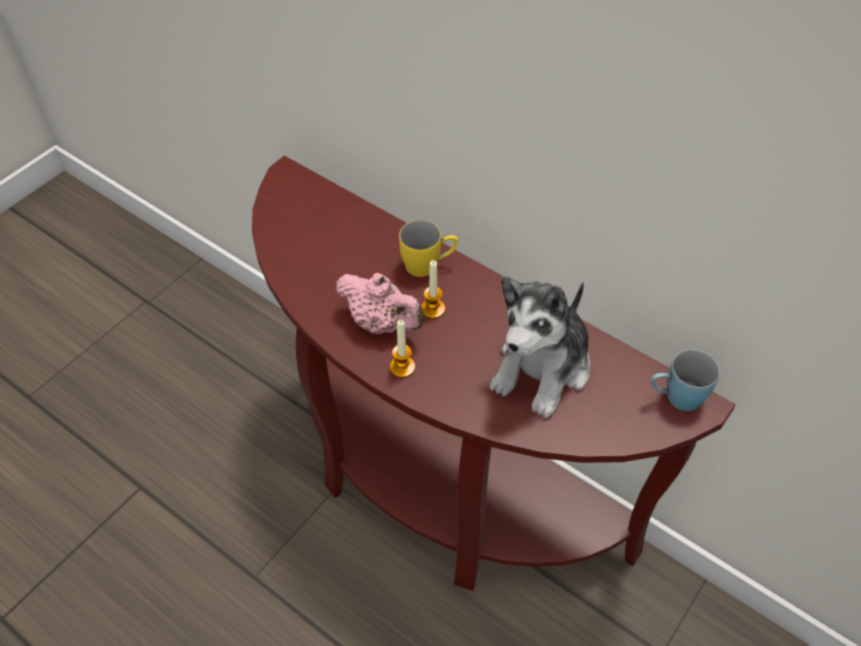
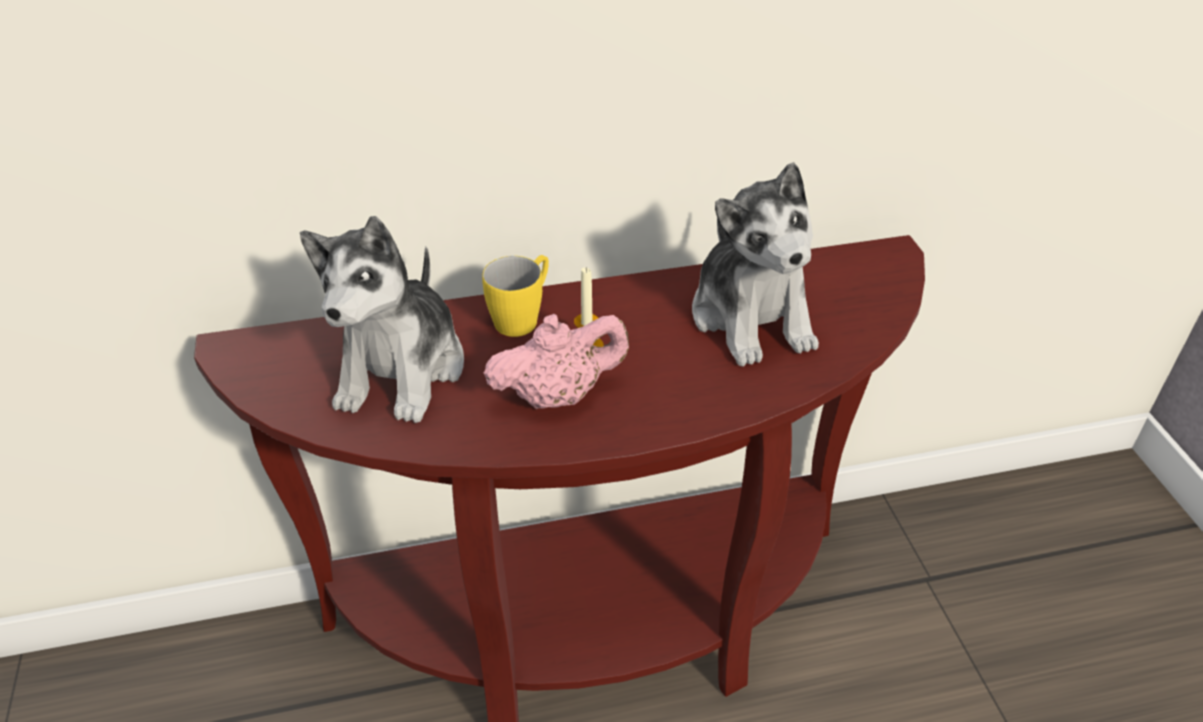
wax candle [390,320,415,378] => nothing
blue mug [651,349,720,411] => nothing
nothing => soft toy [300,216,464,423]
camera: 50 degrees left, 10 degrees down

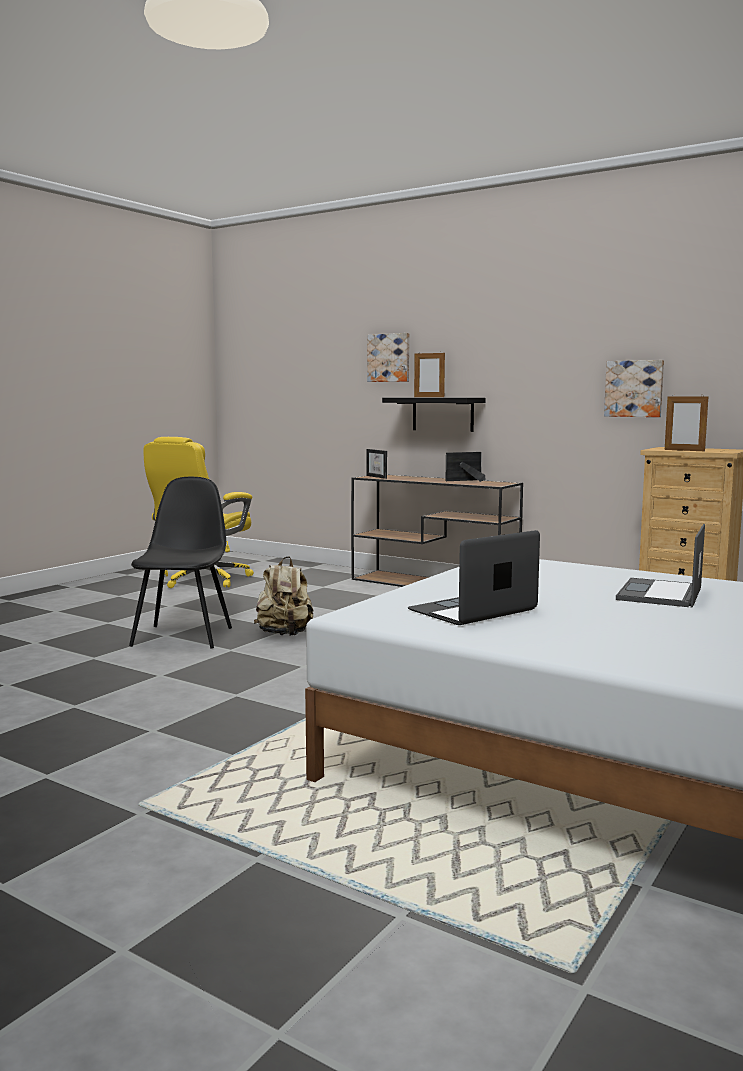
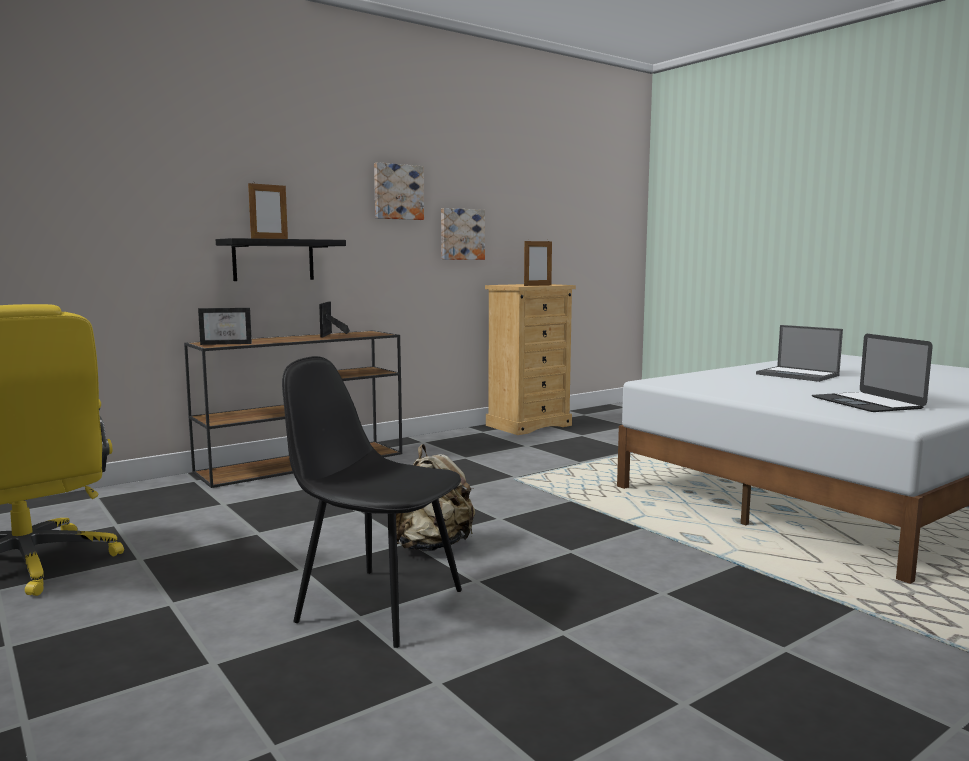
wall art [367,333,410,382] => wall art [374,162,424,220], relocated
camera: 70 degrees left, 0 degrees up

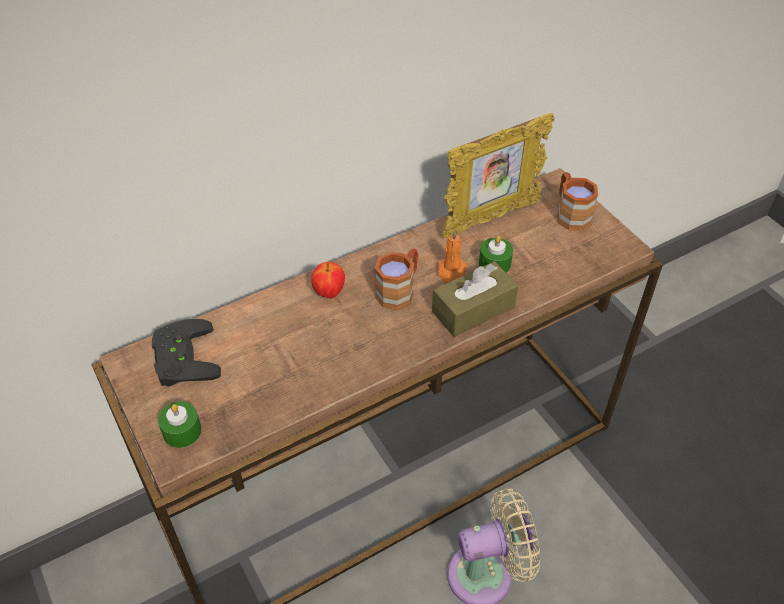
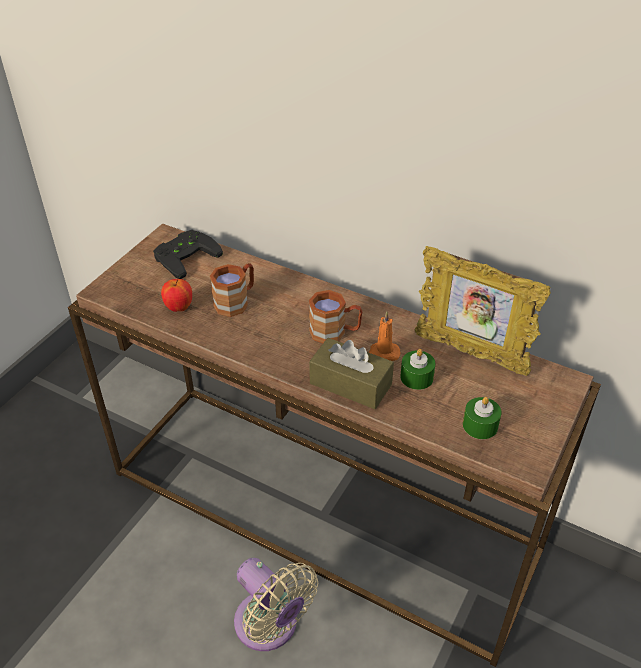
green-coloured wax candle [158,401,201,448] => green-coloured wax candle [463,397,502,439], relocated
apple fruit [311,262,345,299] => apple fruit [161,279,192,312], relocated
brownish mug [557,172,598,231] => brownish mug [210,263,254,317], relocated
camera: 60 degrees right, 5 degrees down

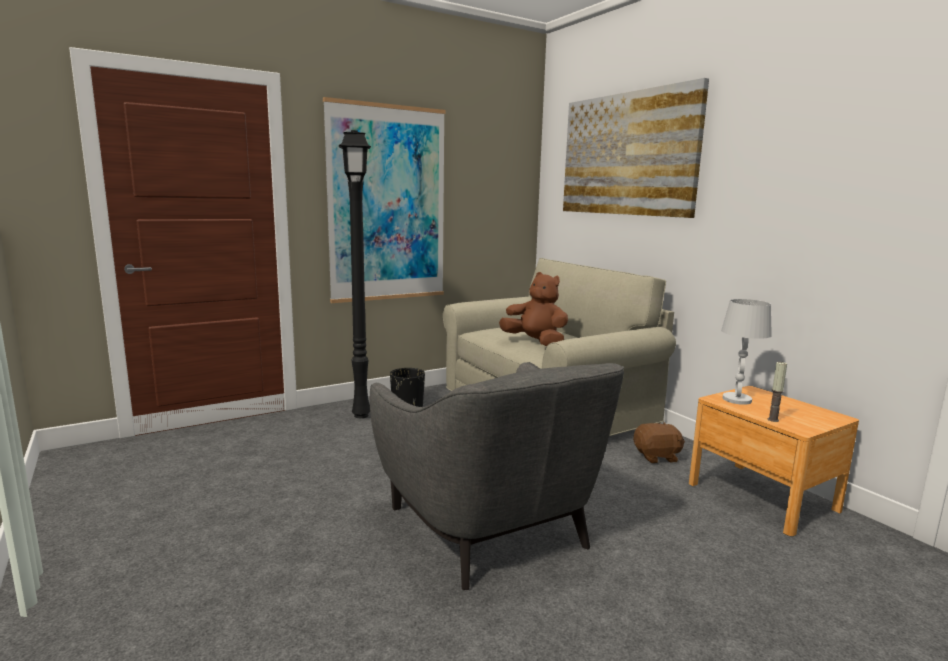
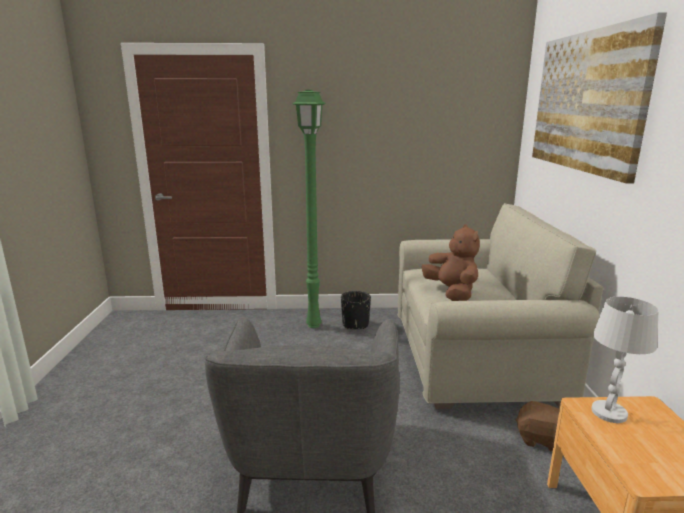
wall art [323,97,446,303] => nothing
black standing lamp [339,130,371,418] => green-coloured standing lamp [292,90,326,328]
wax candle [768,361,787,422] => nothing
camera: 30 degrees right, 5 degrees up

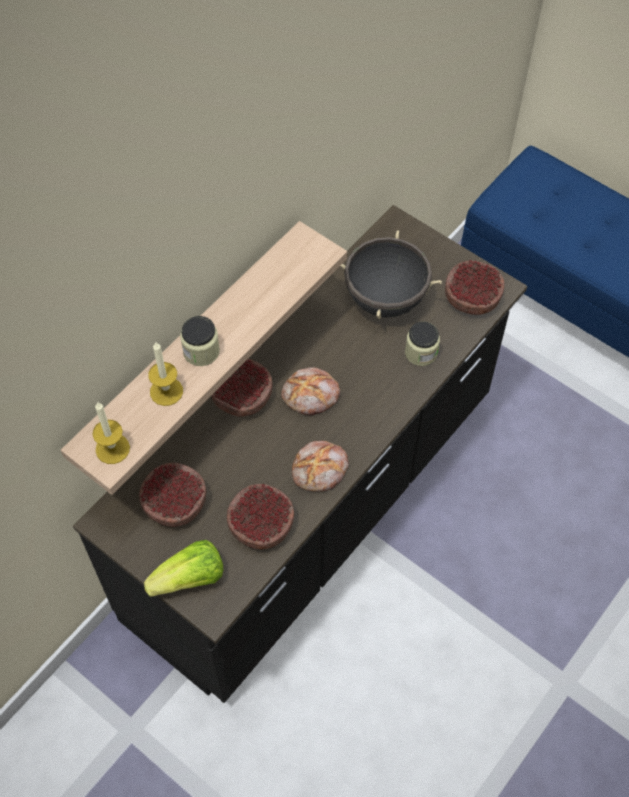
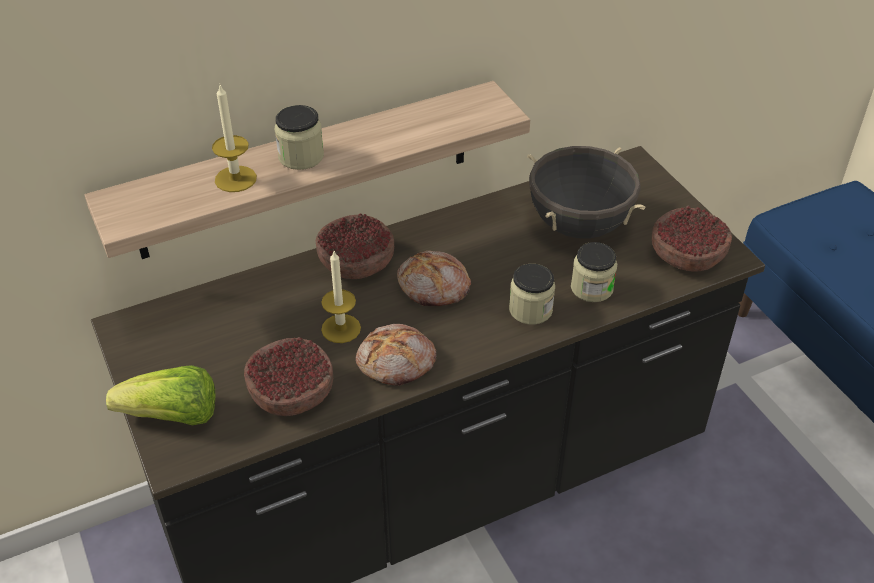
wax candle [92,402,130,464] => wax candle [321,251,361,343], relocated
serving bowl [139,463,206,527] => nothing
nothing => preserve jar [509,264,555,325]
camera: 25 degrees right, 15 degrees down

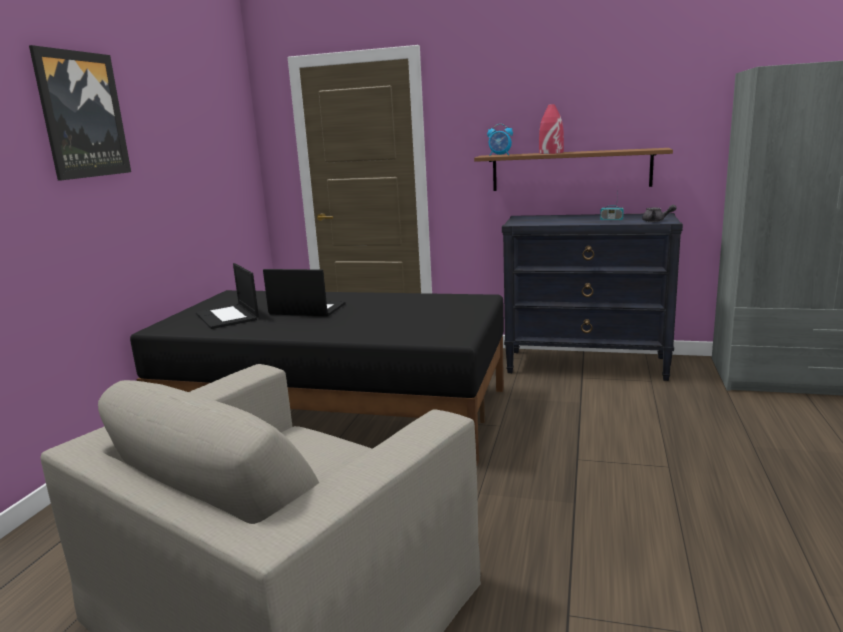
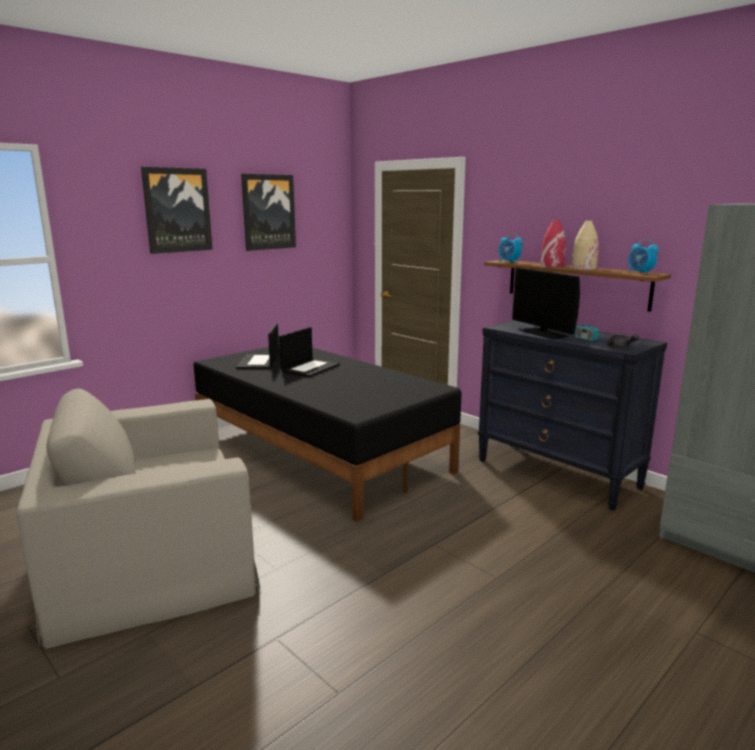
notebook computer [263,269,346,316] => notebook computer [279,327,339,377], 75 degrees clockwise
nothing => wall art [241,174,296,251]
nothing => computer display [512,268,580,339]
nothing => sand-coloured decorative vase [572,220,599,270]
nothing => alarm clock [628,239,659,274]
camera: 30 degrees right, 0 degrees up

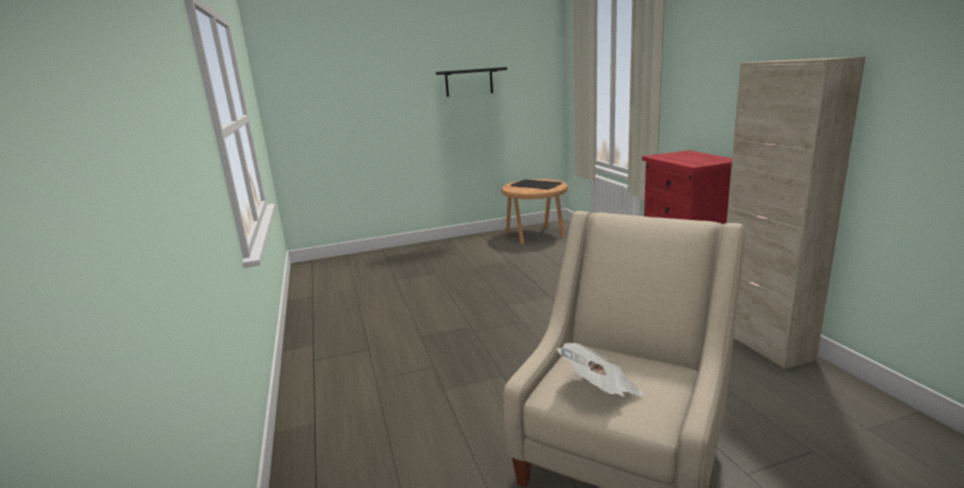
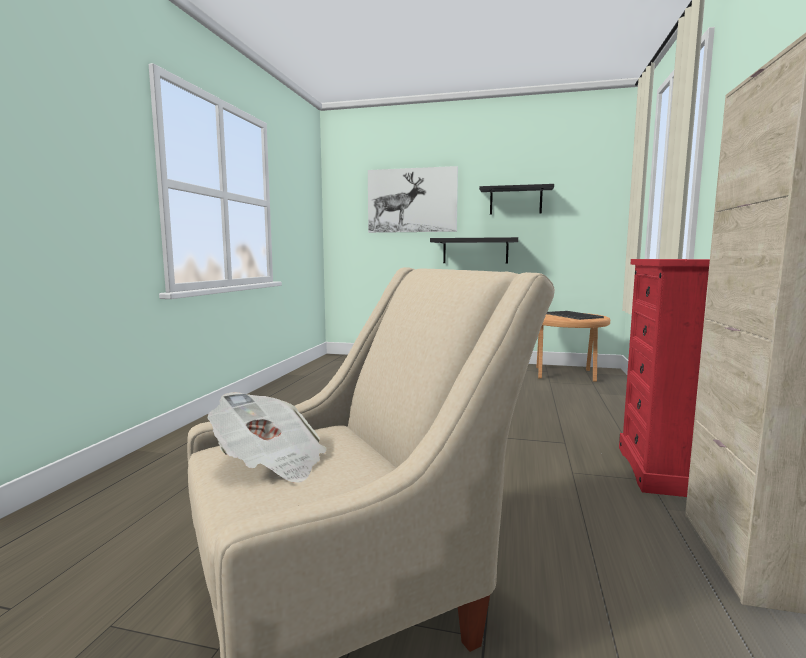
nothing => wall art [368,166,458,233]
nothing => black bracket shelf [430,237,518,264]
camera: 30 degrees right, 10 degrees down

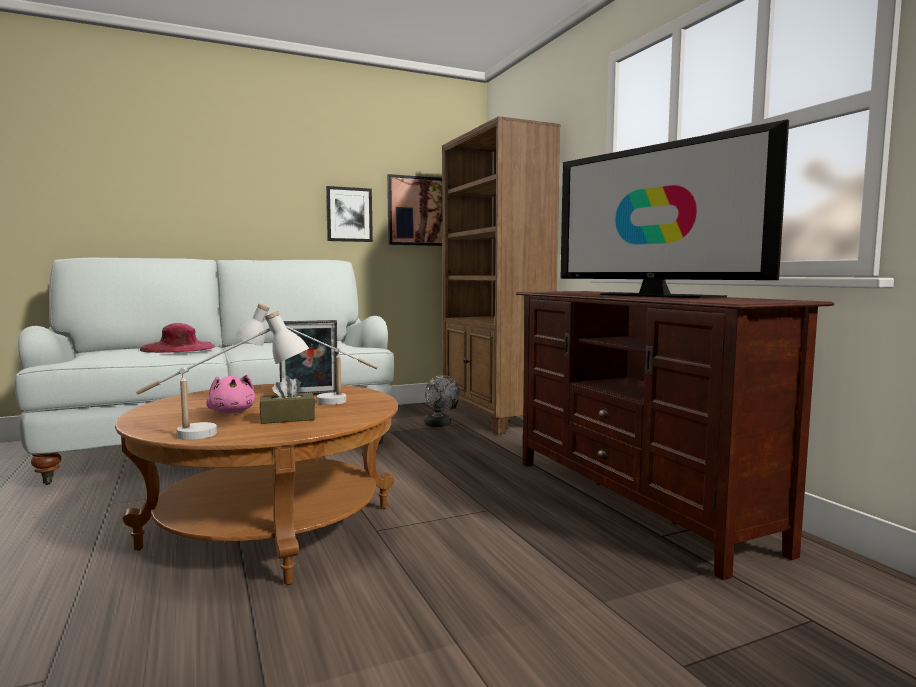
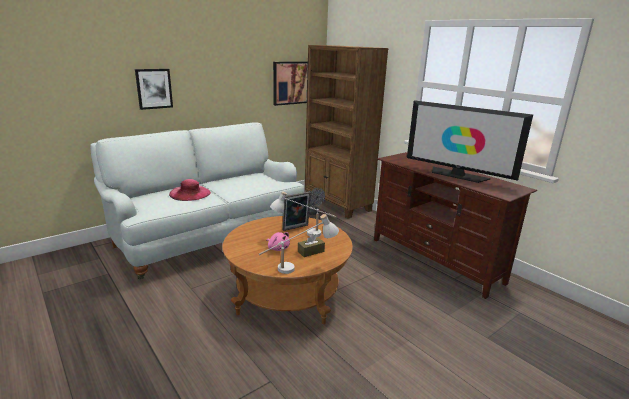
wall art [326,186,373,242] => wall art [135,69,173,110], relocated
camera: 15 degrees left, 15 degrees up

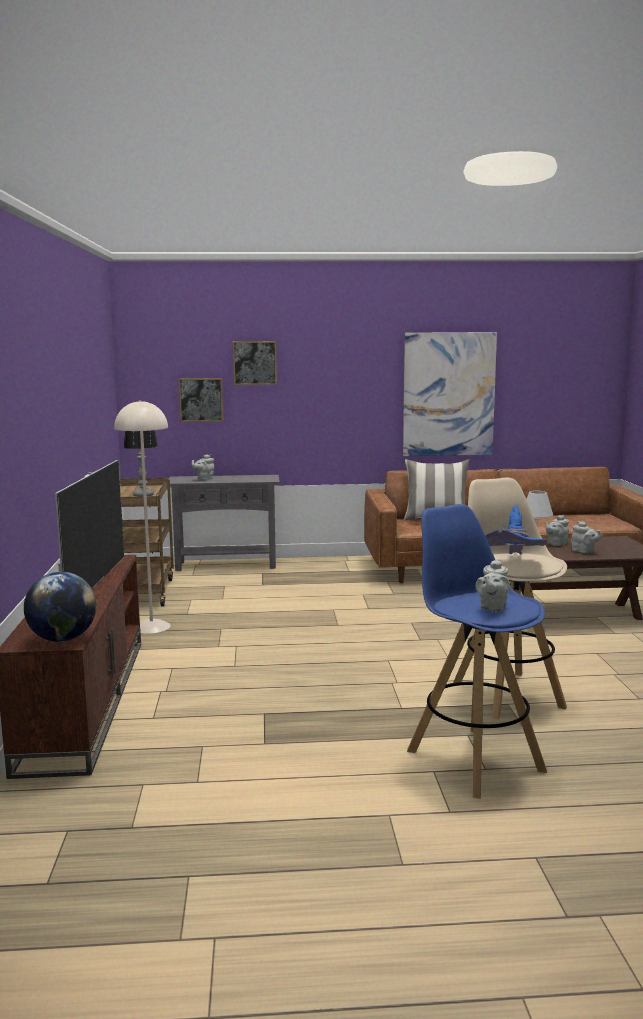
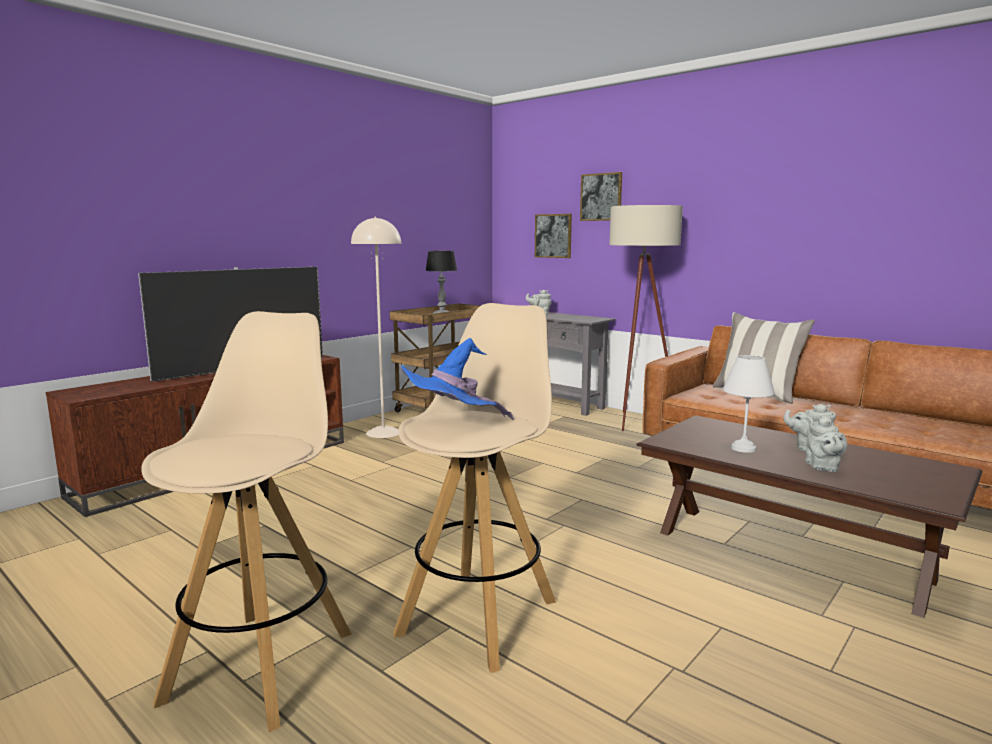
world globe [24,572,96,642] => nothing
wall art [403,332,497,456] => nothing
blue sitting stool [407,504,547,799] => sand-coloured sitting stool [141,311,352,732]
gray teapot [476,559,510,612] => nothing
nothing => sand-coloured standing lamp [609,205,683,431]
camera: 45 degrees right, 0 degrees up

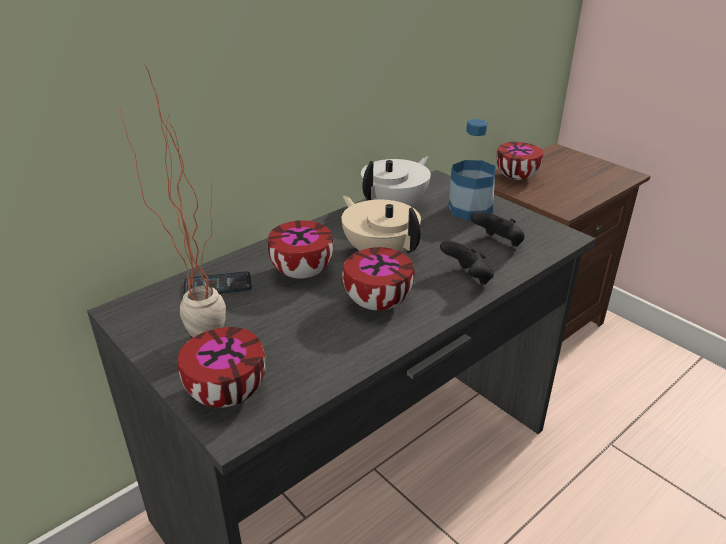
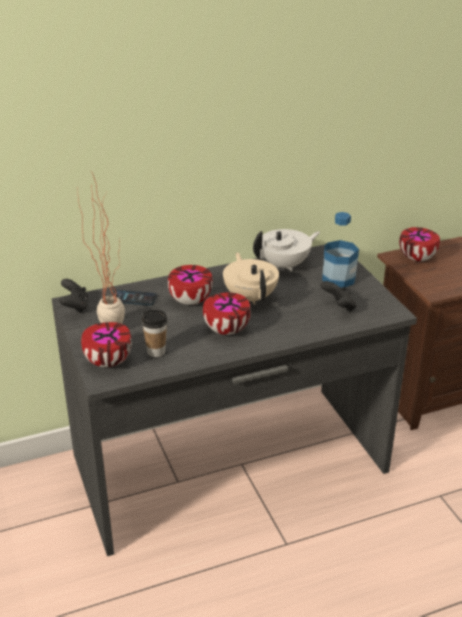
black joypad [440,240,494,284] => black joypad [59,279,88,313], relocated
nothing => cup [141,310,167,357]
camera: 20 degrees right, 0 degrees up

